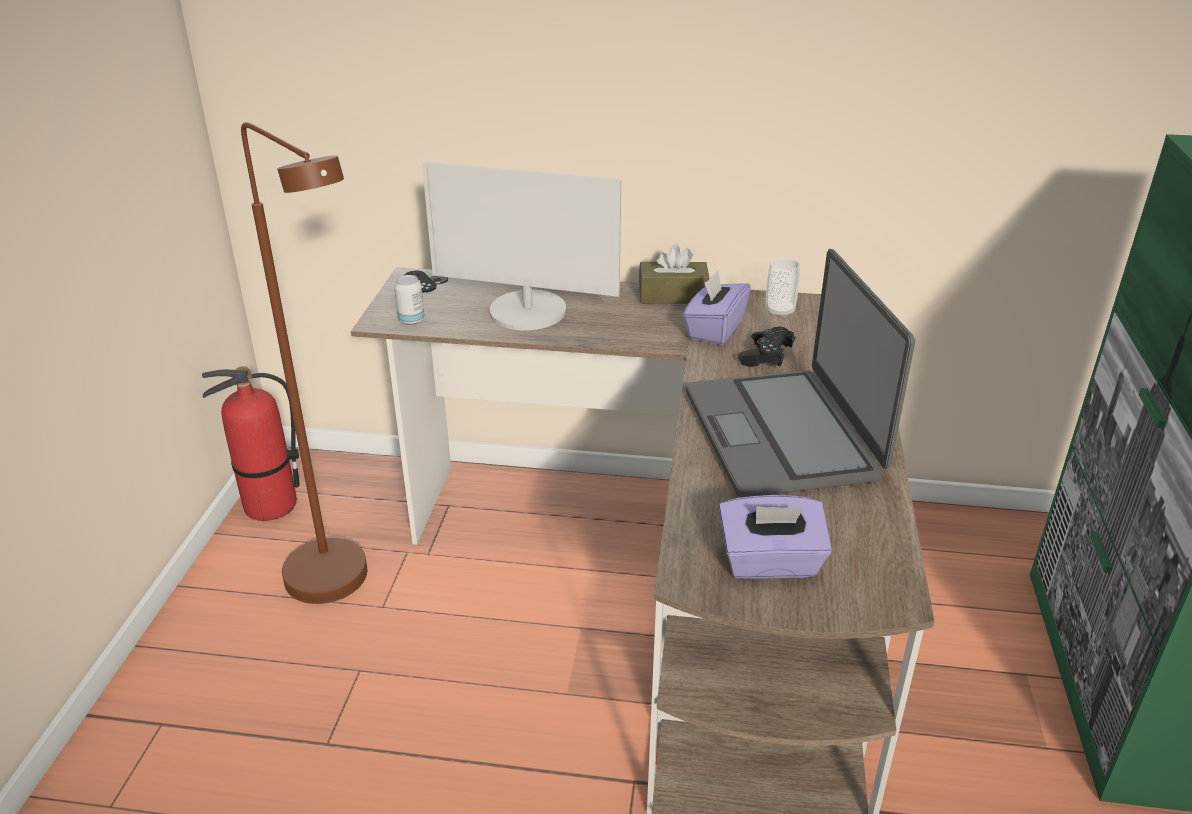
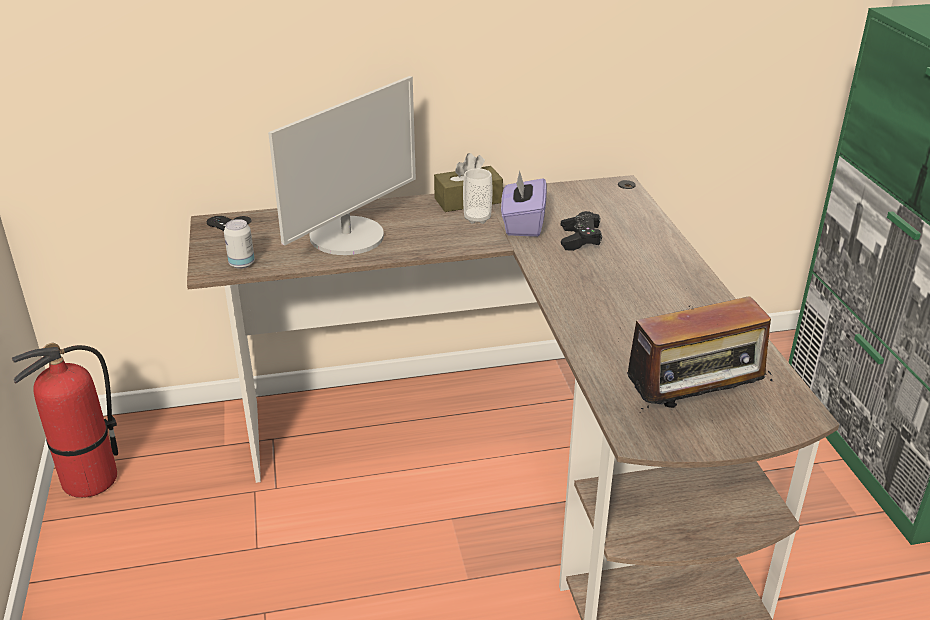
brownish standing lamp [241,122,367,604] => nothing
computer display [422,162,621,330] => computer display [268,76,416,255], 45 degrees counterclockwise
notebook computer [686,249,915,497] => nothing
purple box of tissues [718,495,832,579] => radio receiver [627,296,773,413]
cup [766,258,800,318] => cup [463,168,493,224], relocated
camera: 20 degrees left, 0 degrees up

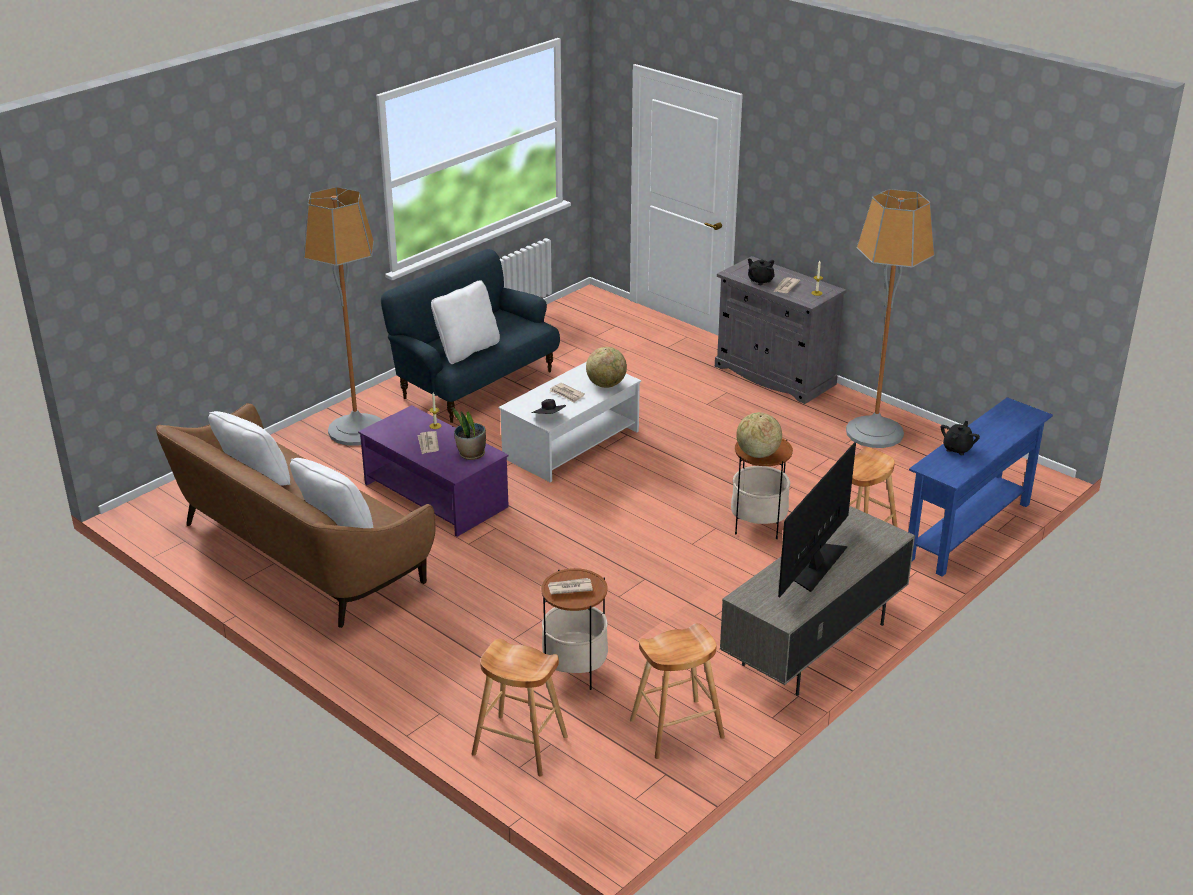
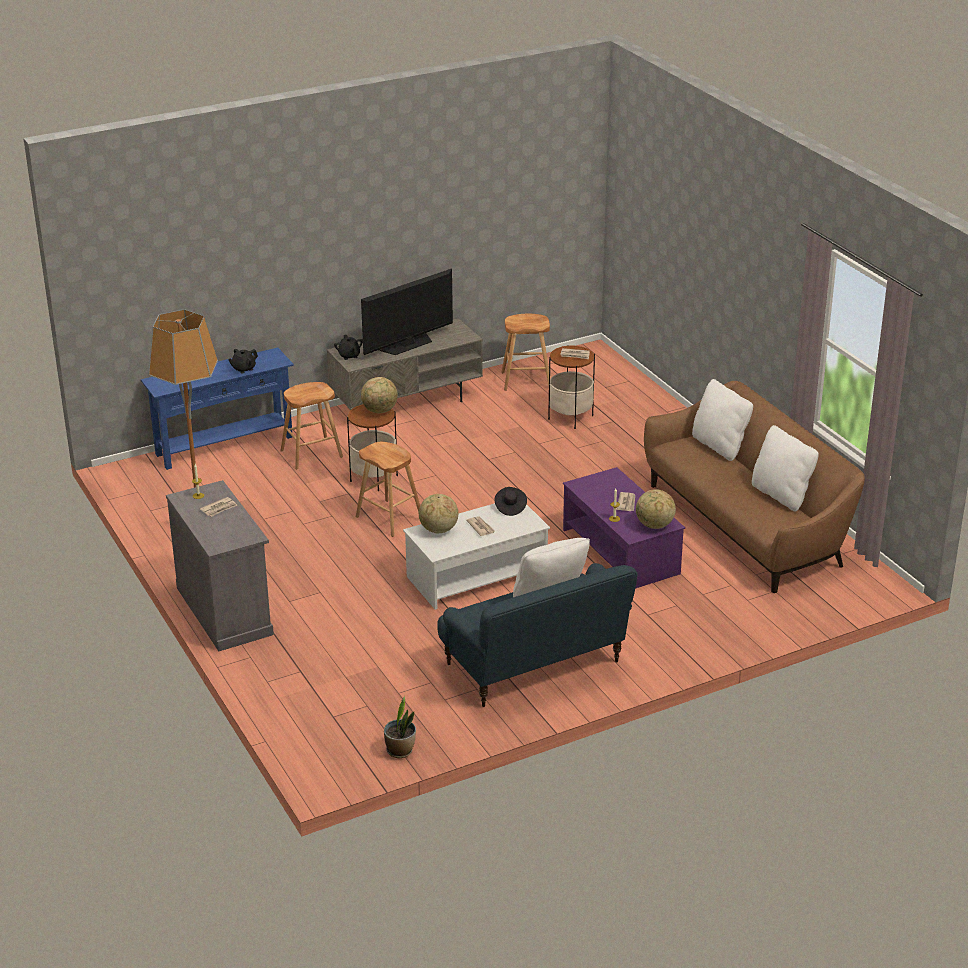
standing lamp [304,187,382,445] => nothing
plant in a pot [453,408,486,460] => plant in a pot [384,696,416,758], relocated
brownish sitting stool [472,639,568,776] => brownish sitting stool [356,442,420,537], relocated
black teapot [748,258,775,285] => black teapot [334,335,363,360], relocated
nothing => world globe [636,489,676,529]
camera: 160 degrees left, 0 degrees up

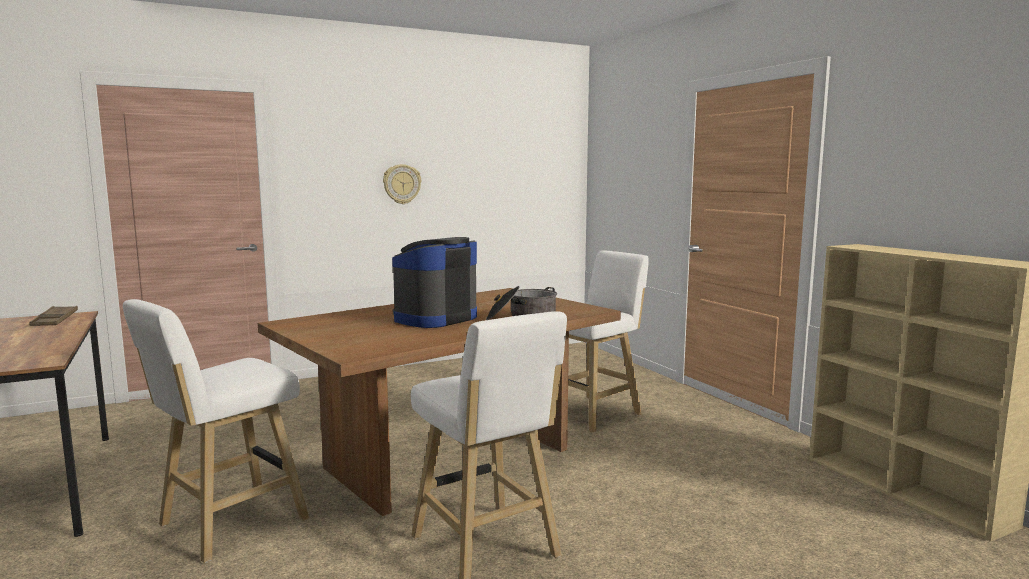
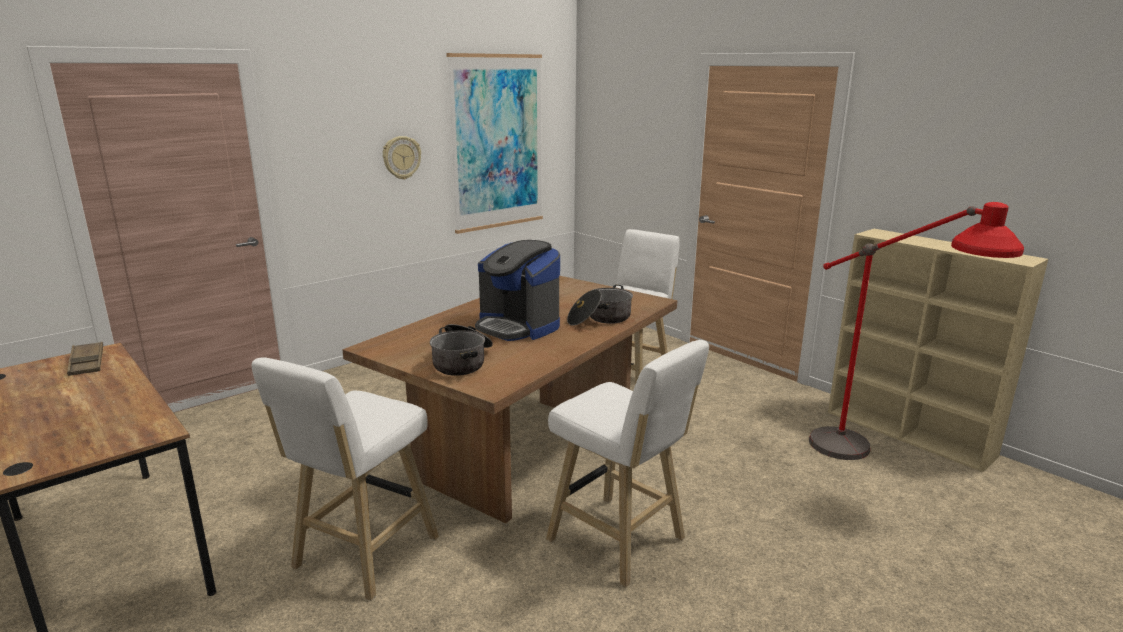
coffee machine [392,237,477,328] => coffee machine [475,240,560,341], 75 degrees counterclockwise
nothing => cooking pot [430,324,493,376]
nothing => wall art [446,53,543,234]
nothing => red standing lamp [809,202,1024,460]
camera: 15 degrees left, 10 degrees up

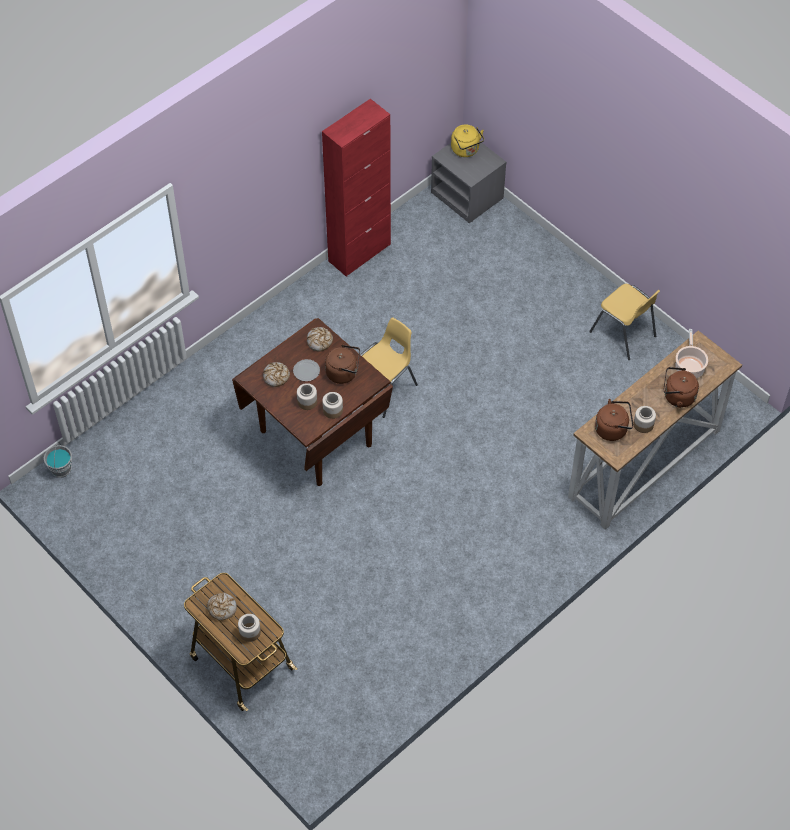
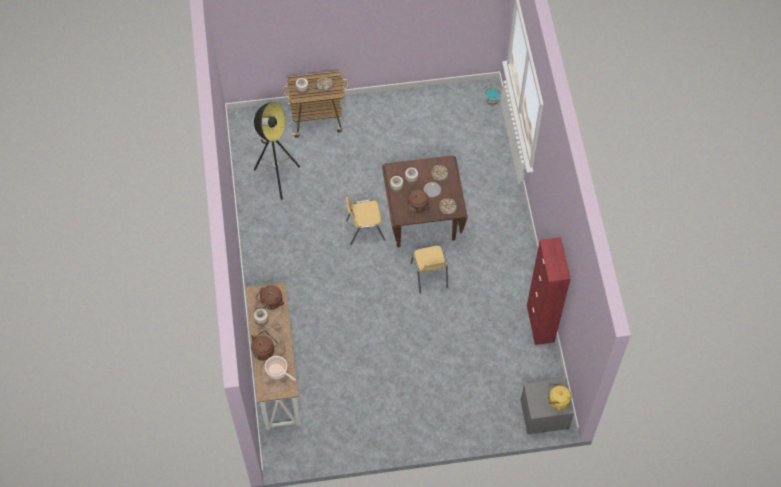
yellowish chair [589,284,660,360] => yellowish chair [346,197,385,245], relocated
nothing => standing lamp [254,102,300,200]
camera: 125 degrees right, 5 degrees up

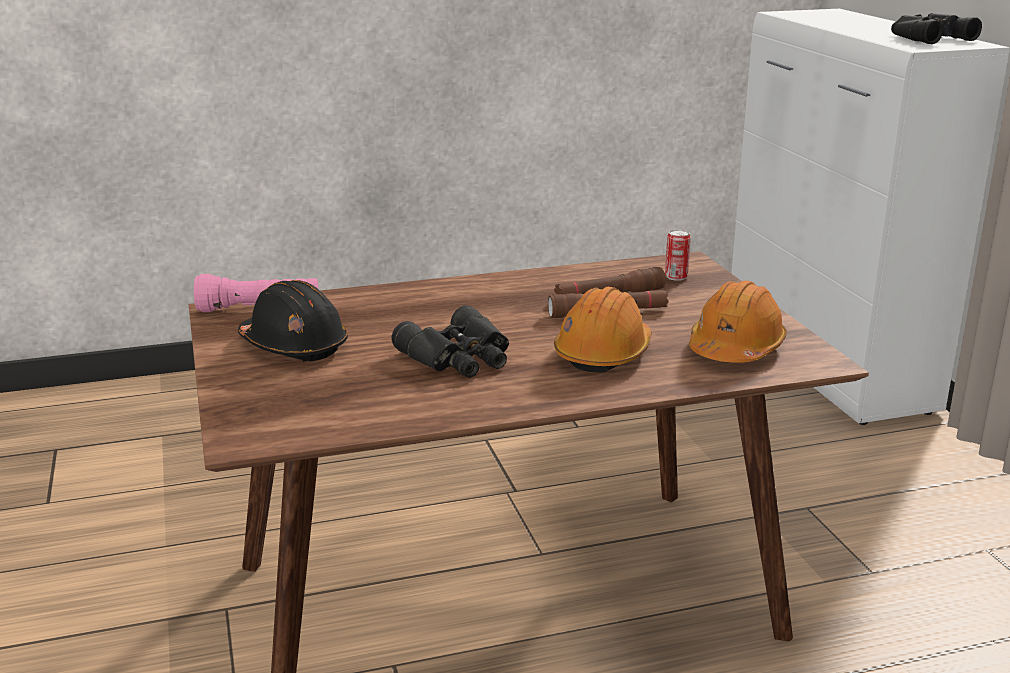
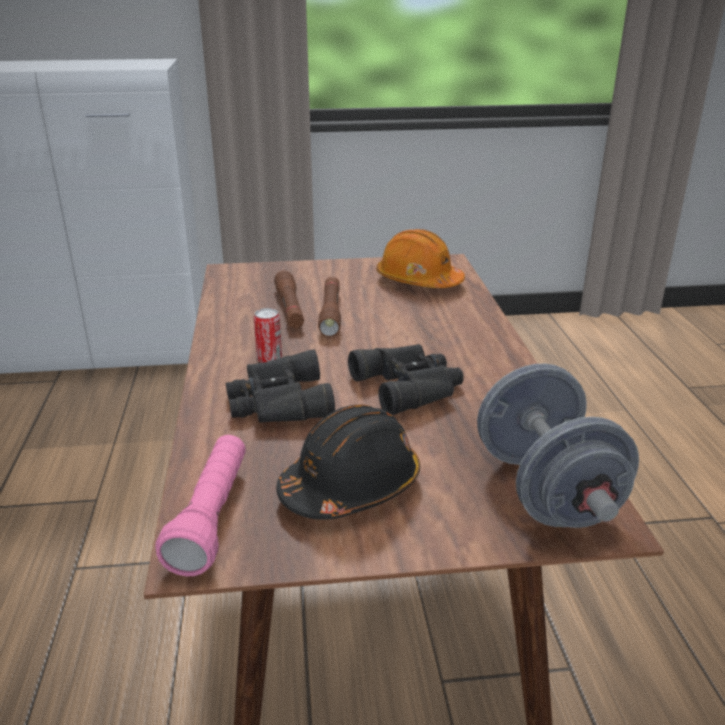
orange-coloured work helmet [554,287,651,373] => nothing
can [665,229,691,281] => can [254,308,282,363], relocated
black pair of binoculars [891,13,982,44] => black pair of binoculars [226,349,335,423], relocated
nothing => gray dumbbell [477,364,639,528]
camera: 80 degrees left, 5 degrees up

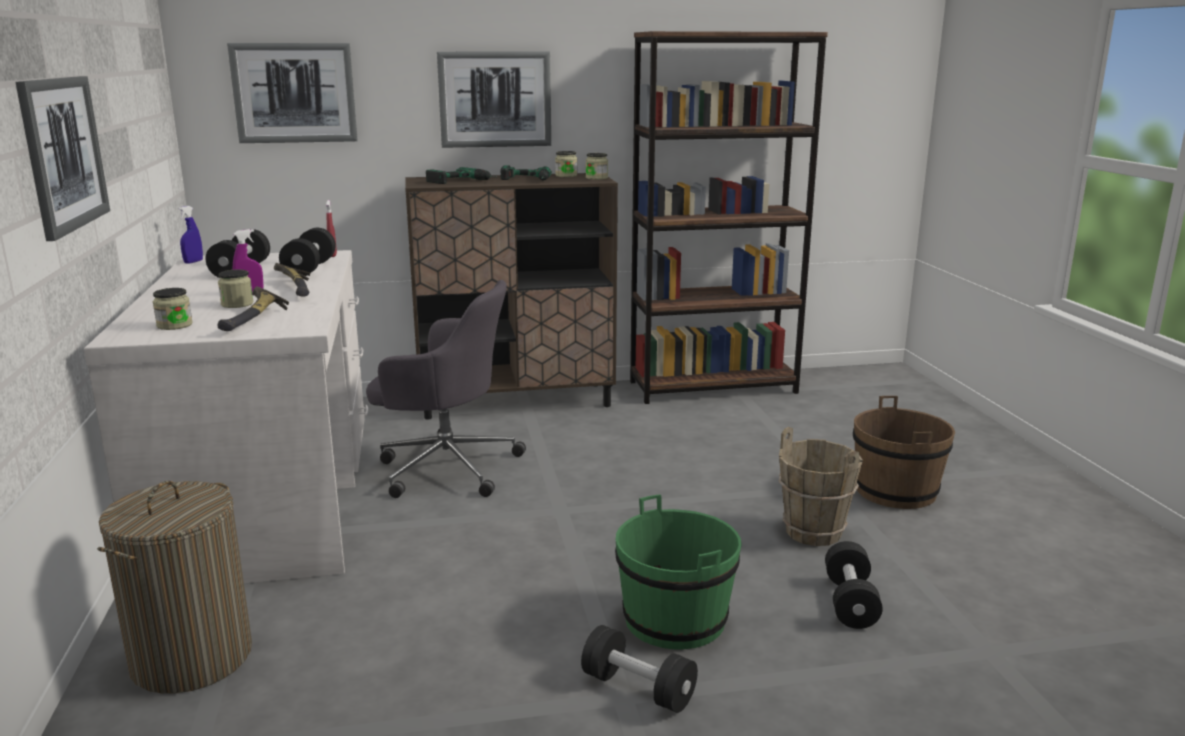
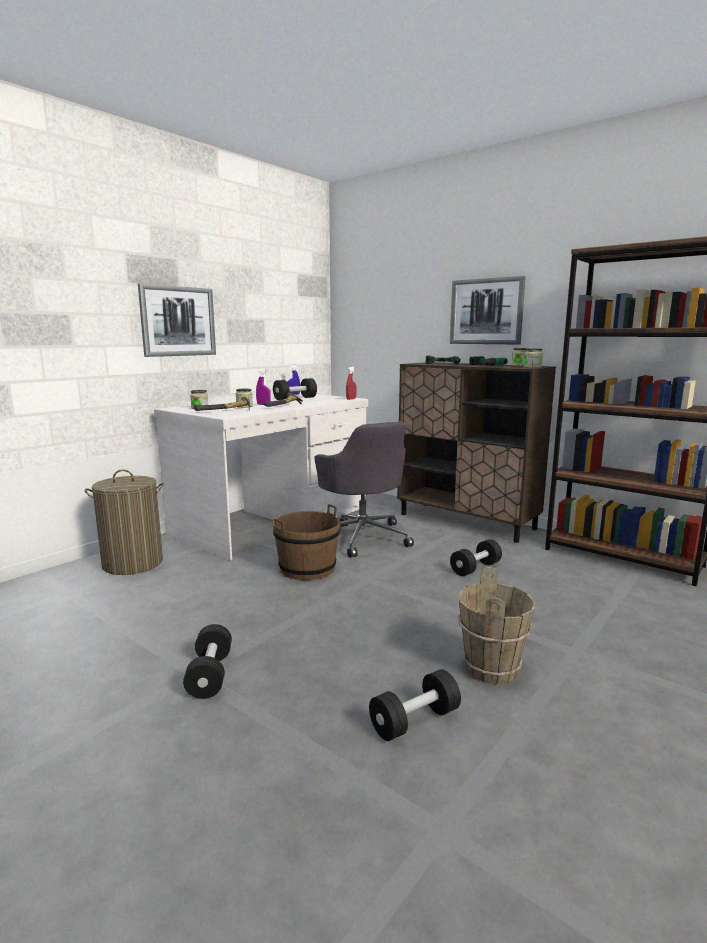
wall art [227,43,358,143] => nothing
black dumbbell [279,228,336,276] => black dumbbell [450,539,502,576], relocated
green-coloured pail [615,494,742,650] => nothing
brownish pail [853,396,955,509] => brownish pail [272,504,340,580], relocated
camera: 50 degrees right, 5 degrees down

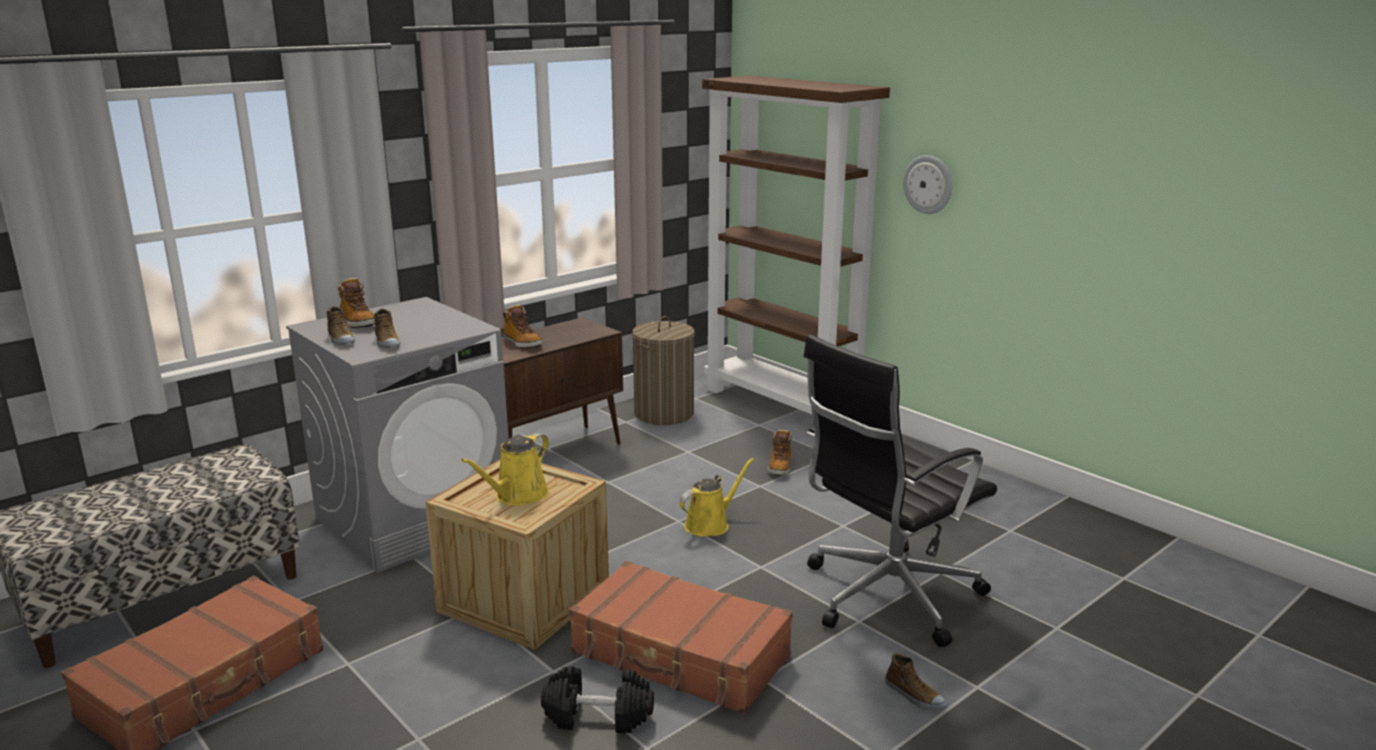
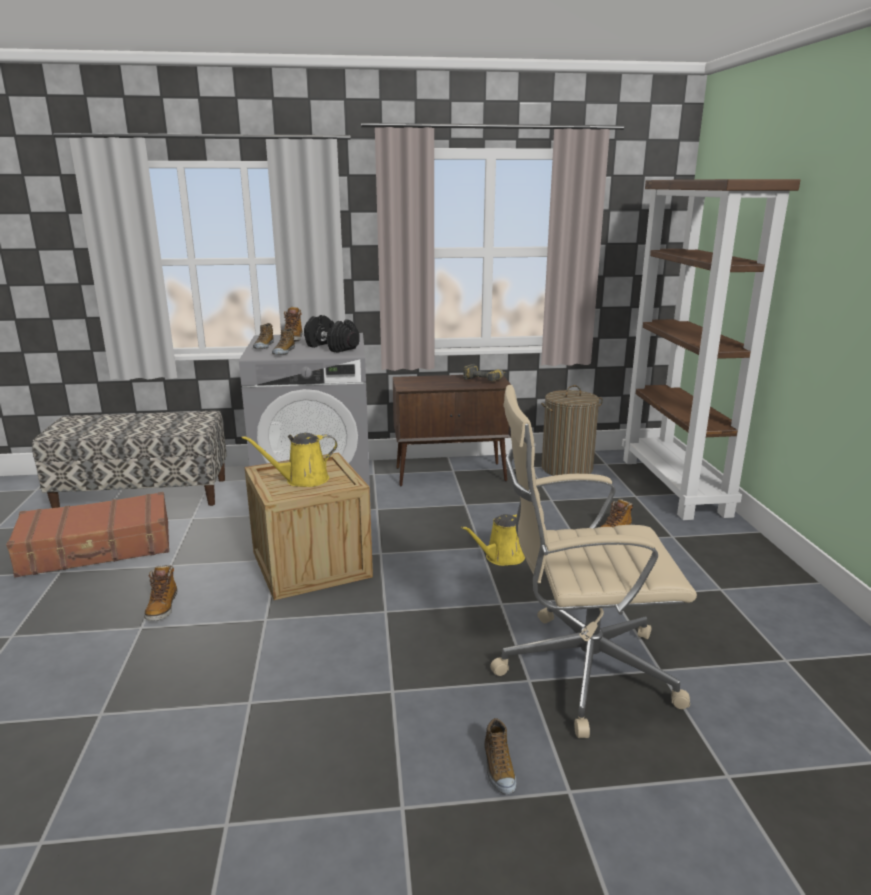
boot [503,305,543,348] => boot [144,565,178,621], relocated
black dumbbell [541,666,654,733] => black dumbbell [304,315,360,353], relocated
brownish travel case [569,561,792,714] => nothing
yellowish sprinkling can [679,458,754,537] => yellowish sprinkling can [461,514,525,566], 150 degrees clockwise
black desk chair [804,334,997,647] => sand-coloured desk chair [490,385,697,738]
clock on the wall [903,155,952,214] => nothing
nothing => electric drill [463,364,505,382]
camera: 35 degrees right, 0 degrees up

